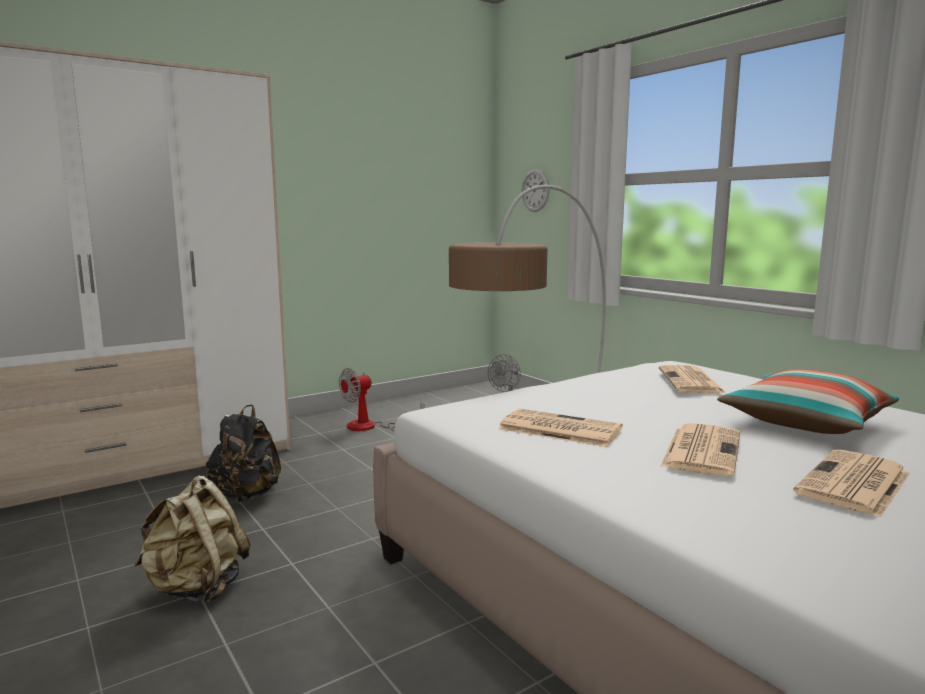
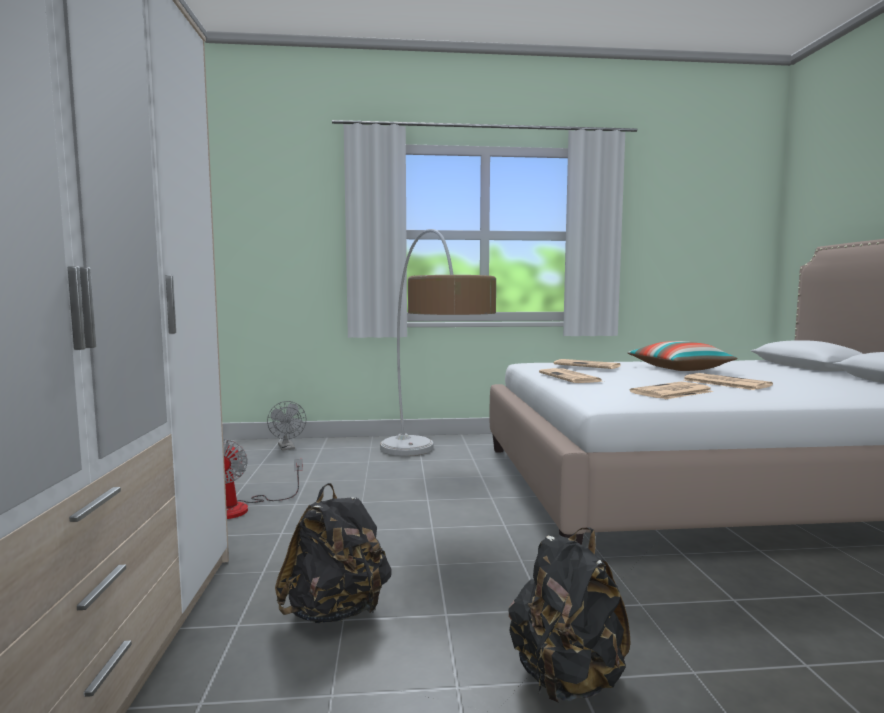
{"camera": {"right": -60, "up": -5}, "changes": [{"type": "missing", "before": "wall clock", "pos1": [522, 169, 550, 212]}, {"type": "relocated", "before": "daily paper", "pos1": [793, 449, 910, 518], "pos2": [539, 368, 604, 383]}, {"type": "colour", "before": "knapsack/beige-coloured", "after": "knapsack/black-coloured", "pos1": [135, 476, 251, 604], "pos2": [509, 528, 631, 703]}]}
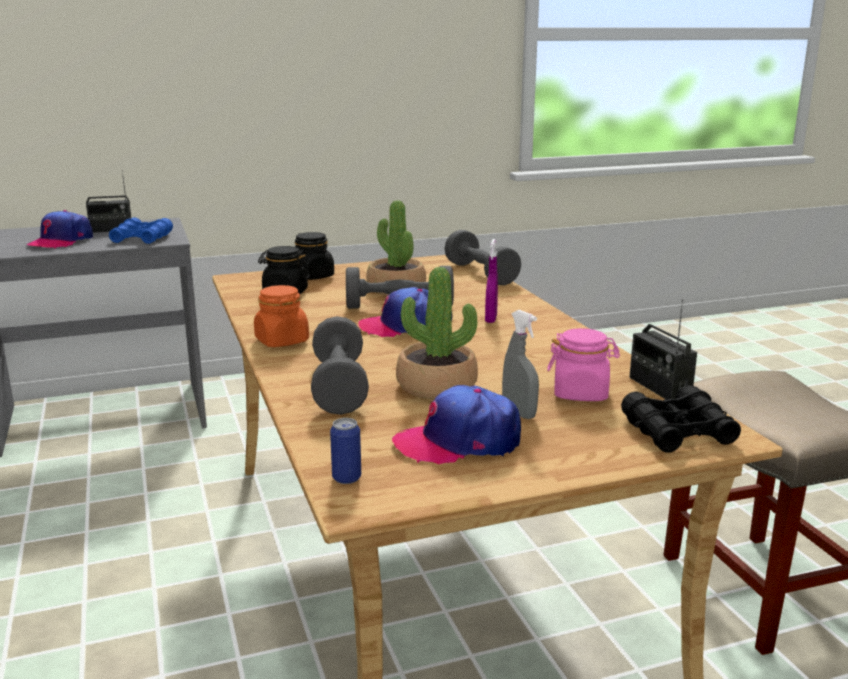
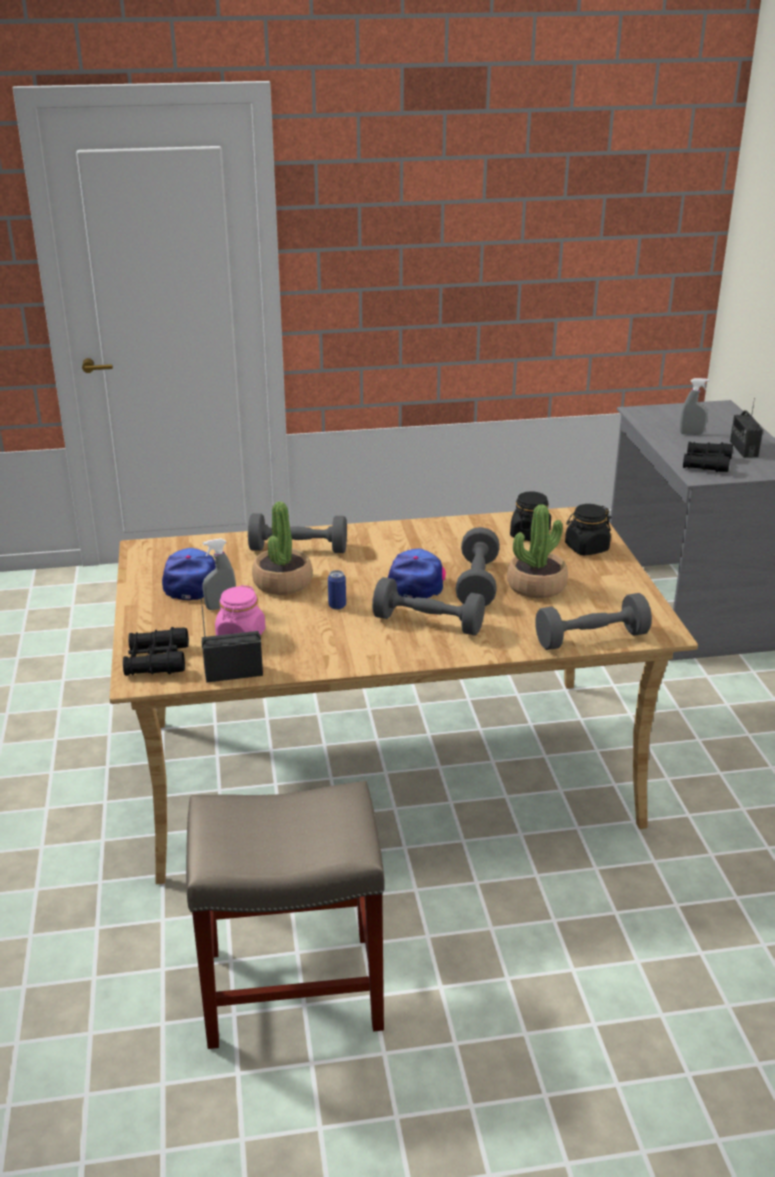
{"camera": {"right": 100, "up": 10}, "changes": [{"type": "exchanged", "before": "baseball cap", "after": "spray bottle/gray", "pos1": [27, 210, 93, 249], "pos2": [680, 378, 709, 435]}, {"type": "colour", "before": "field glasses/blue-coloured", "after": "field glasses/black-coloured", "pos1": [109, 217, 173, 244], "pos2": [683, 442, 733, 472]}, {"type": "exchanged", "before": "spray bottle/purplish", "after": "dumbbell/gray", "pos1": [485, 239, 498, 323], "pos2": [372, 577, 485, 635]}, {"type": "missing", "before": "jar/orangey", "pos1": [254, 285, 309, 347]}, {"type": "relocated", "before": "metal can", "pos1": [330, 418, 361, 484], "pos2": [328, 570, 346, 610]}]}
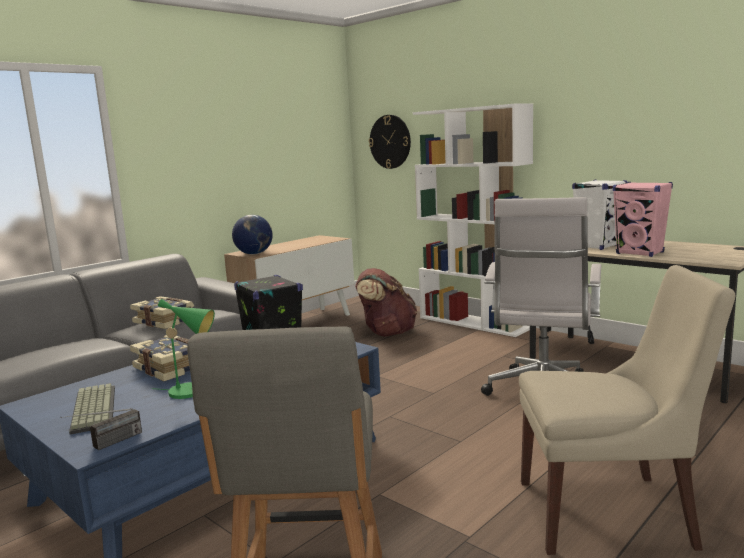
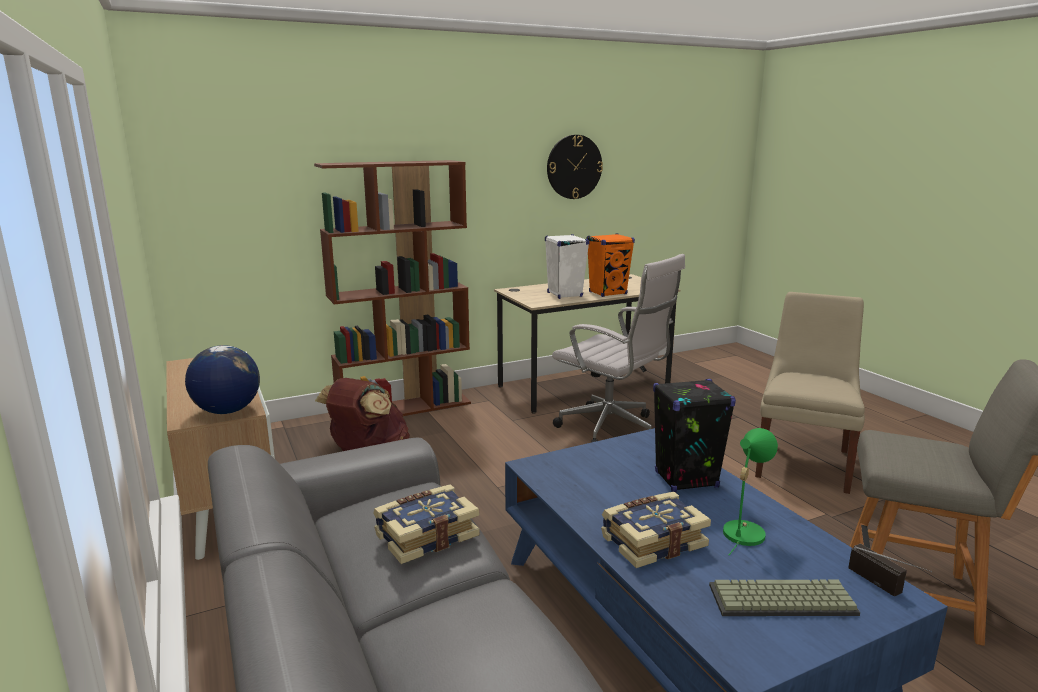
{"camera": {"right": -70, "up": 5}, "changes": [{"type": "colour", "before": "bookshelf/whitish", "after": "bookshelf/brownish", "pos1": [413, 104, 533, 337], "pos2": [314, 160, 471, 416]}, {"type": "relocated", "before": "wall clock", "pos1": [369, 115, 411, 169], "pos2": [547, 135, 603, 199]}, {"type": "colour", "before": "audio speaker/pink-coloured", "after": "audio speaker/orangey", "pos1": [613, 182, 673, 257], "pos2": [587, 233, 635, 297]}]}
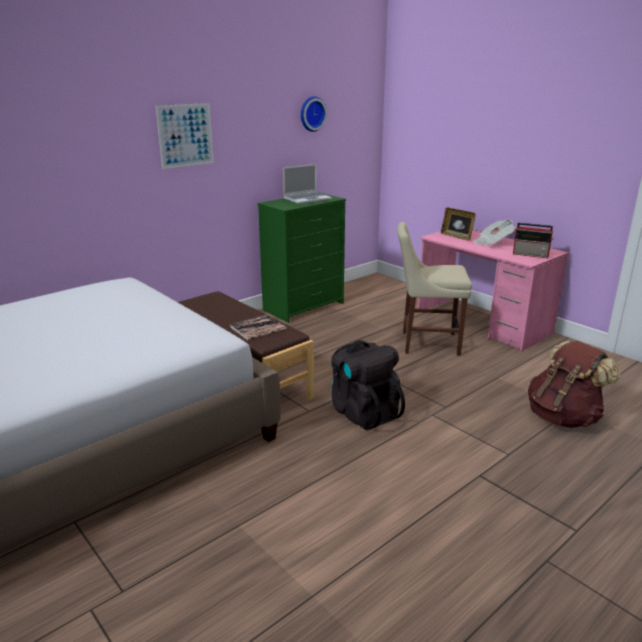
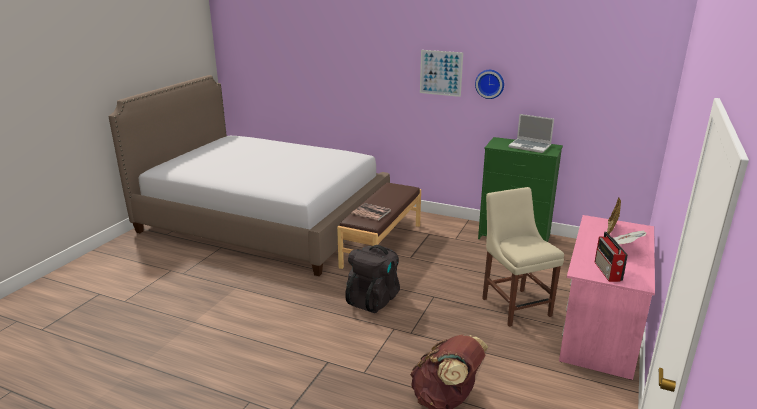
{"camera": {"right": 65, "up": 0}, "changes": [{"type": "relocated", "before": "wall clock", "pos1": [301, 97, 327, 132], "pos2": [475, 70, 504, 99]}]}
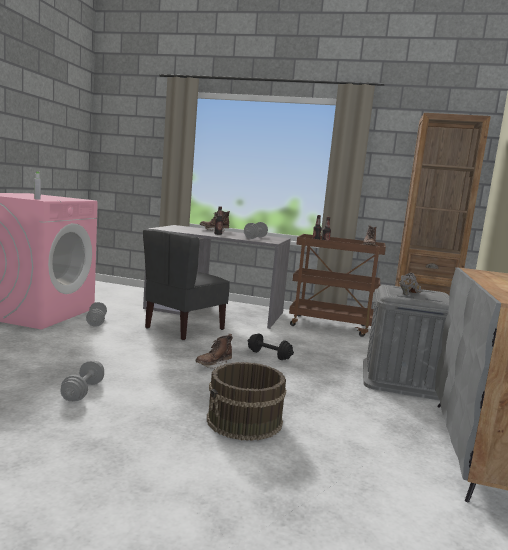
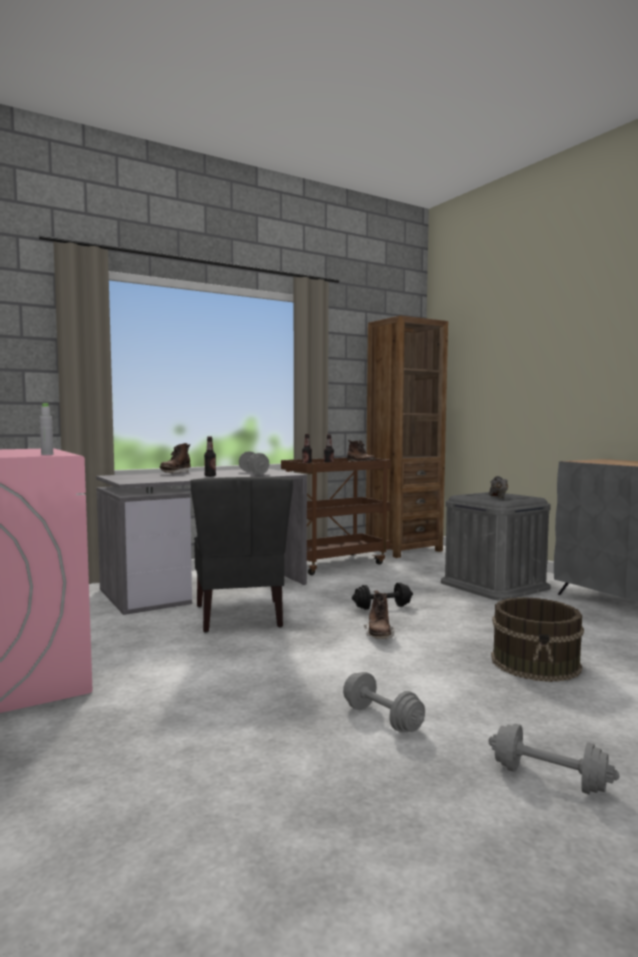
{"camera": {"right": -45, "up": -5}, "changes": [{"type": "relocated", "before": "dumbbell/gray", "pos1": [86, 302, 107, 327], "pos2": [489, 724, 619, 794]}]}
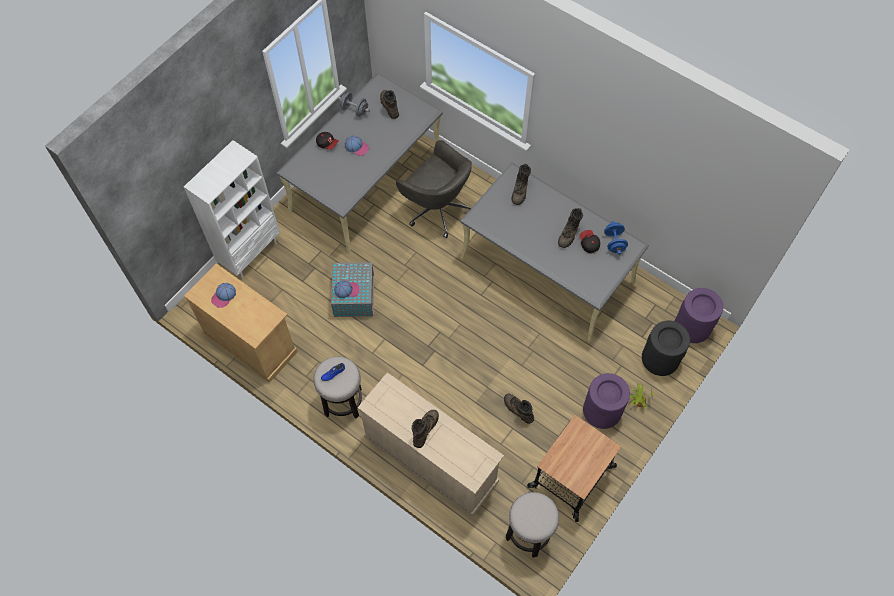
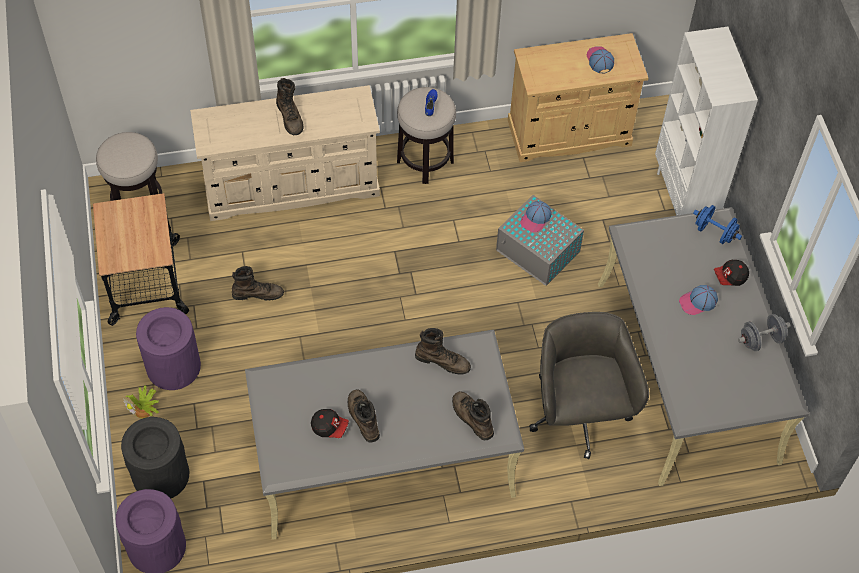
{"camera": {"right": 130, "up": -5}, "changes": [{"type": "relocated", "before": "boot/brownish", "pos1": [380, 90, 399, 119], "pos2": [415, 328, 471, 374]}, {"type": "spun", "before": "office chair/gray", "pos1": [396, 140, 472, 238], "pos2": [529, 312, 649, 459], "turn": 90}, {"type": "relocated", "before": "dumbbell/blue-coloured", "pos1": [604, 221, 628, 255], "pos2": [693, 205, 742, 244]}]}
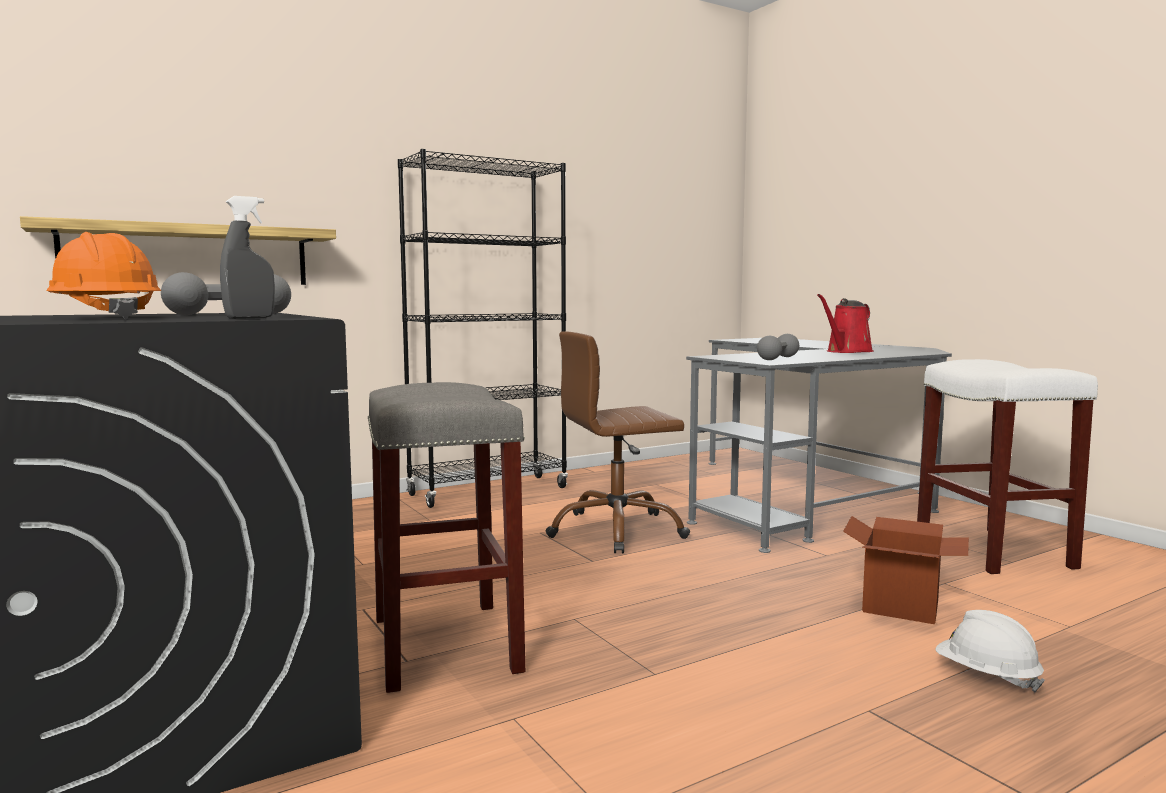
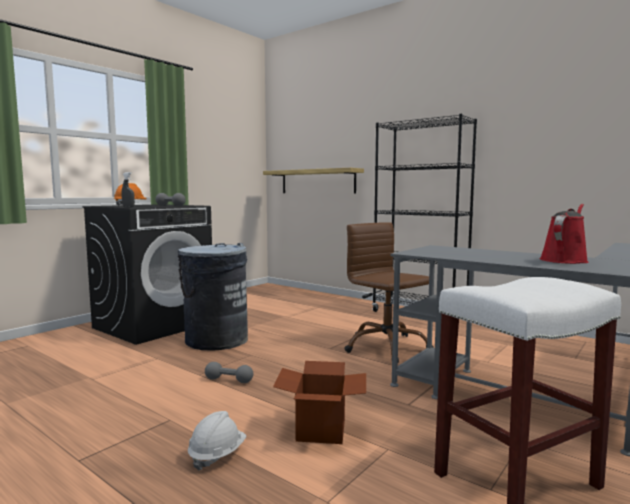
{"camera": {"right": 70, "up": 0}, "changes": [{"type": "spun", "before": "watering pot/red-coloured", "pos1": [817, 294, 874, 353], "pos2": [539, 204, 589, 264], "turn": 105}, {"type": "relocated", "before": "dumbbell/gray", "pos1": [757, 334, 799, 360], "pos2": [205, 362, 253, 383]}, {"type": "exchanged", "before": "sitting stool/gray", "after": "rubbish bin/gray", "pos1": [368, 382, 525, 693], "pos2": [178, 243, 248, 351]}]}
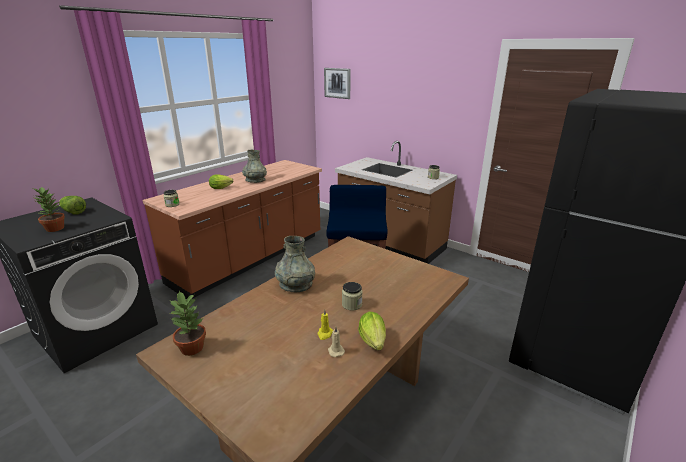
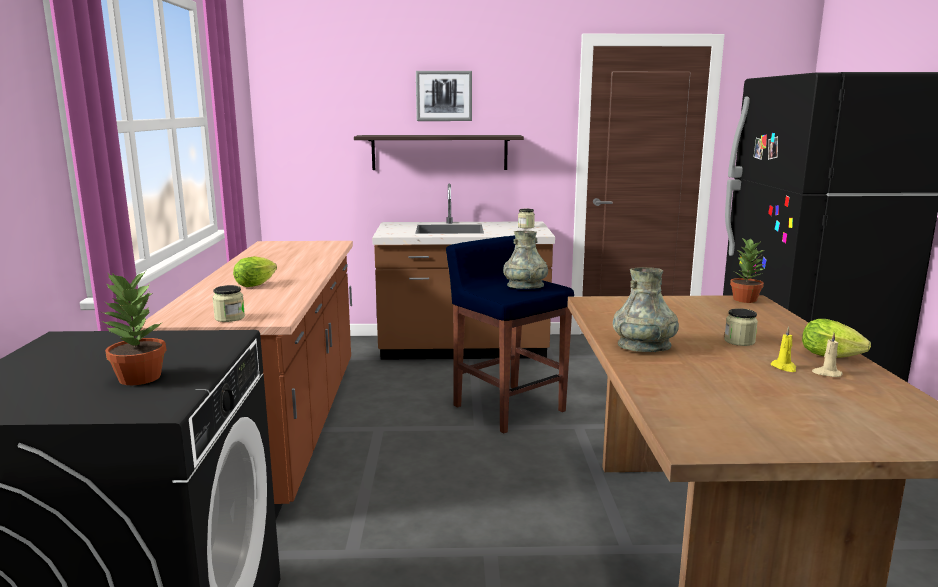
{"camera": {"right": -40, "up": -10}, "changes": [{"type": "relocated", "before": "wall picture", "pos1": [324, 68, 351, 99], "pos2": [416, 71, 472, 121]}, {"type": "relocated", "before": "flower vase/gray", "pos1": [242, 150, 267, 183], "pos2": [503, 231, 548, 289]}, {"type": "missing", "before": "lettuce head", "pos1": [59, 196, 86, 214]}, {"type": "relocated", "before": "plant in a pot", "pos1": [170, 291, 206, 356], "pos2": [730, 238, 765, 303]}, {"type": "appeared", "after": "shelf", "pos2": [354, 135, 524, 170]}]}
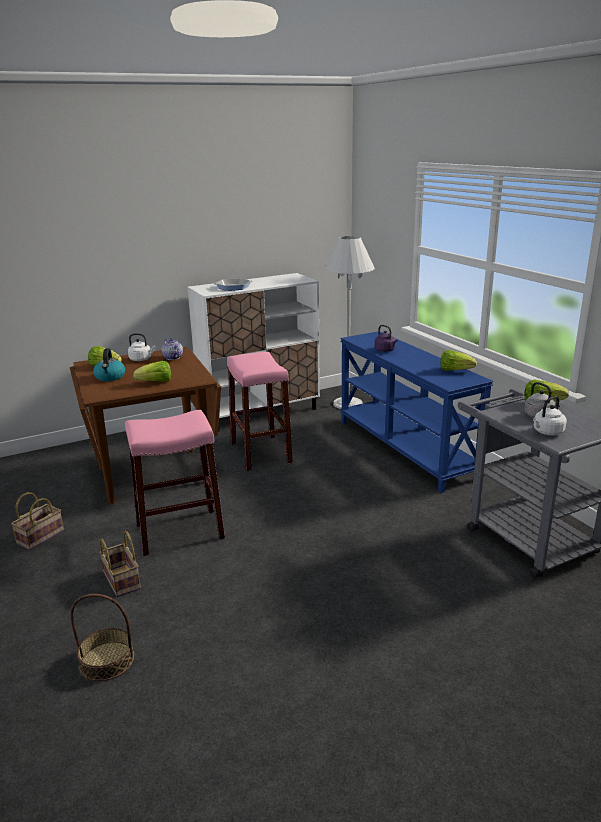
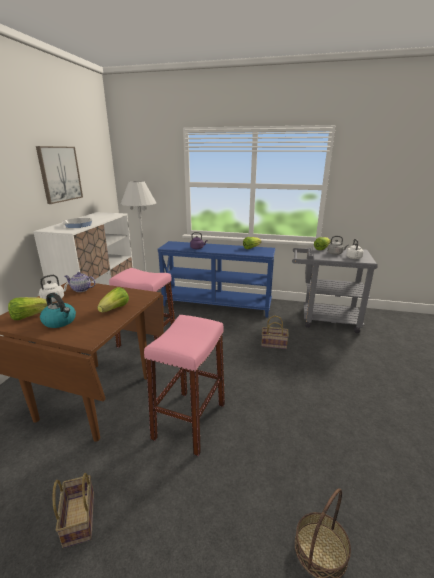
{"camera": {"right": -50, "up": 0}, "changes": [{"type": "relocated", "before": "basket", "pos1": [99, 531, 141, 597], "pos2": [261, 316, 289, 349]}, {"type": "appeared", "after": "wall picture", "pos2": [36, 146, 83, 204]}]}
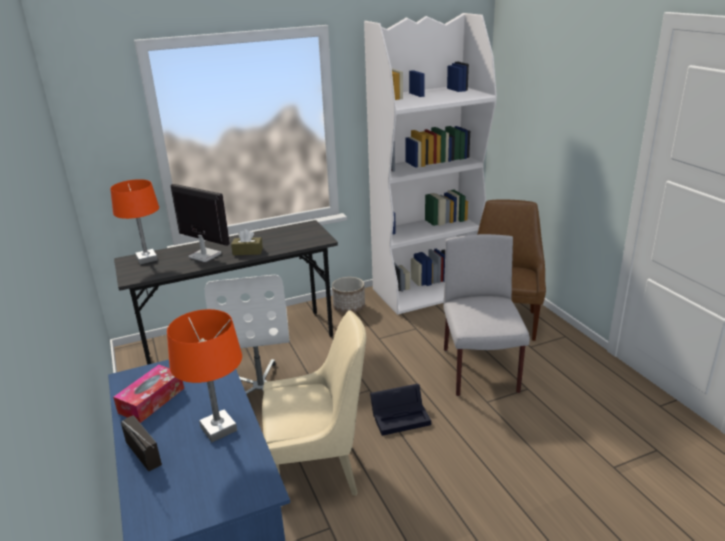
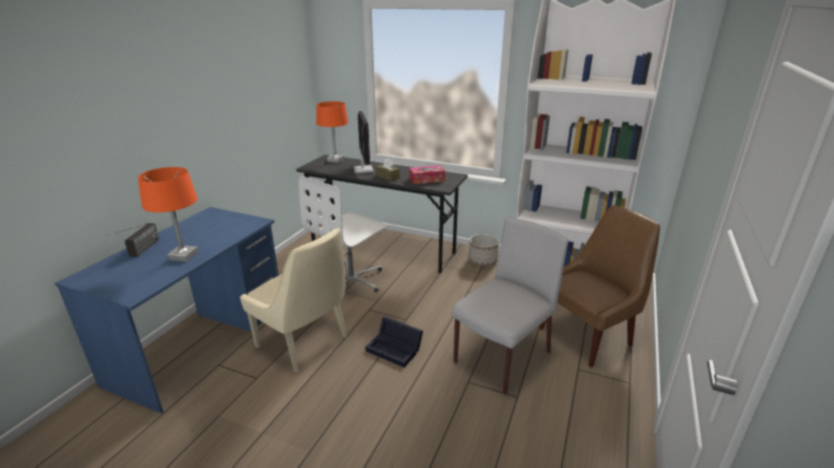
{"camera": {"right": 45, "up": 0}, "changes": [{"type": "relocated", "before": "box of tissues", "pos1": [113, 365, 184, 423], "pos2": [409, 165, 445, 184]}]}
